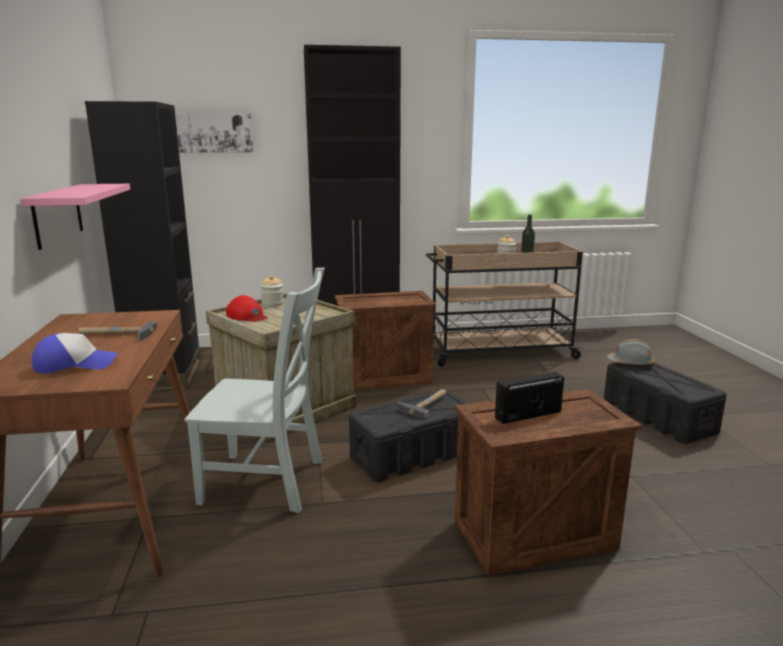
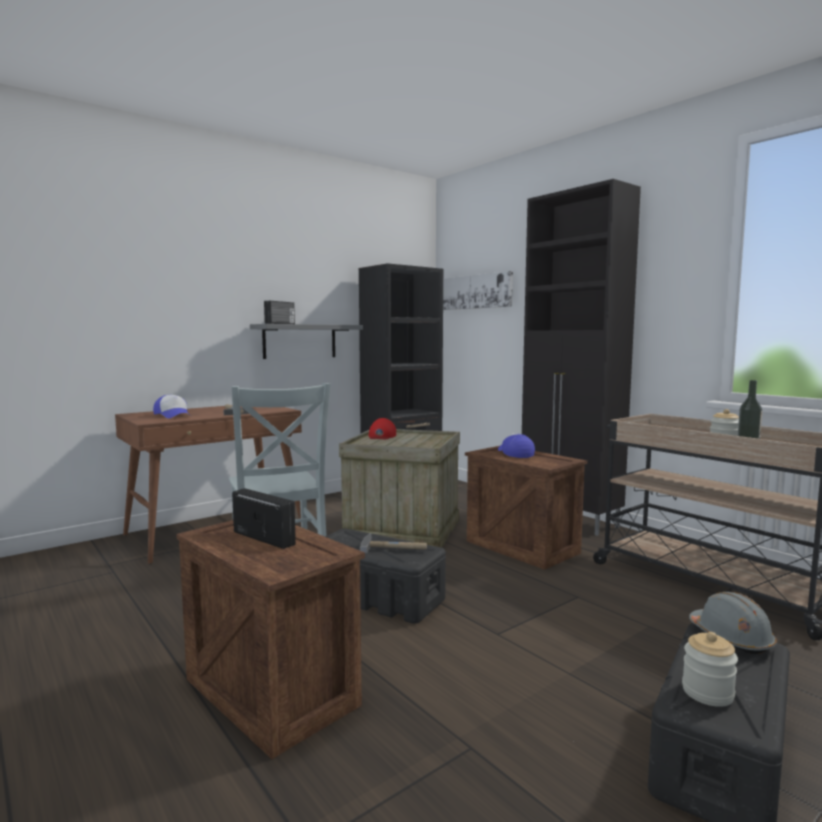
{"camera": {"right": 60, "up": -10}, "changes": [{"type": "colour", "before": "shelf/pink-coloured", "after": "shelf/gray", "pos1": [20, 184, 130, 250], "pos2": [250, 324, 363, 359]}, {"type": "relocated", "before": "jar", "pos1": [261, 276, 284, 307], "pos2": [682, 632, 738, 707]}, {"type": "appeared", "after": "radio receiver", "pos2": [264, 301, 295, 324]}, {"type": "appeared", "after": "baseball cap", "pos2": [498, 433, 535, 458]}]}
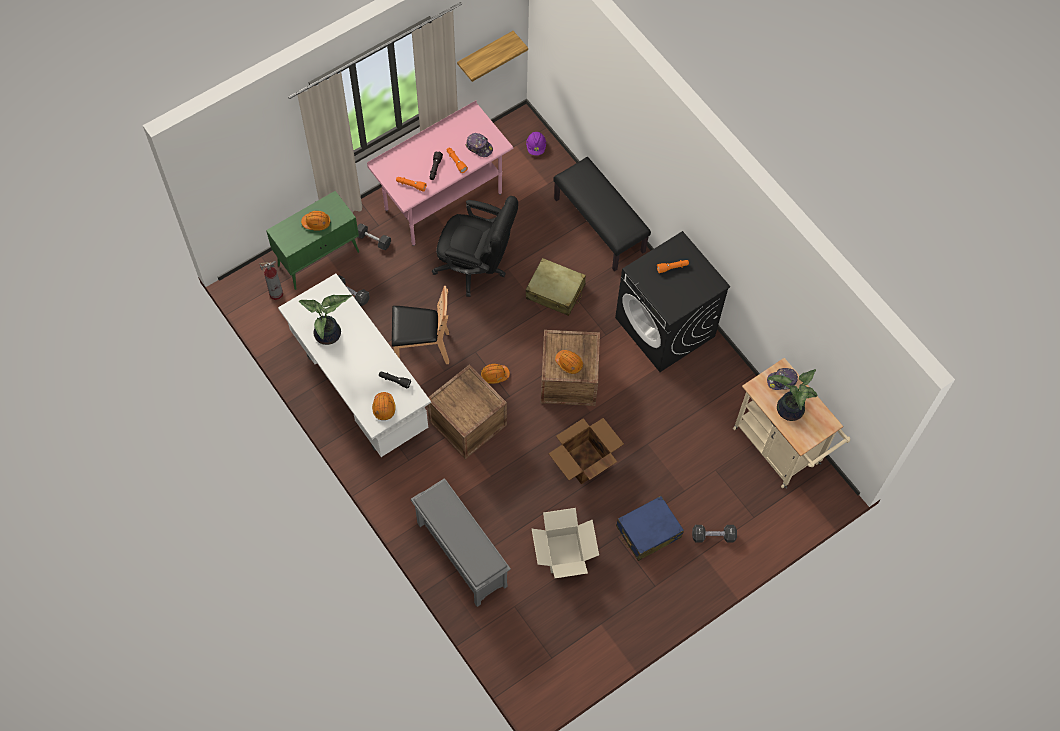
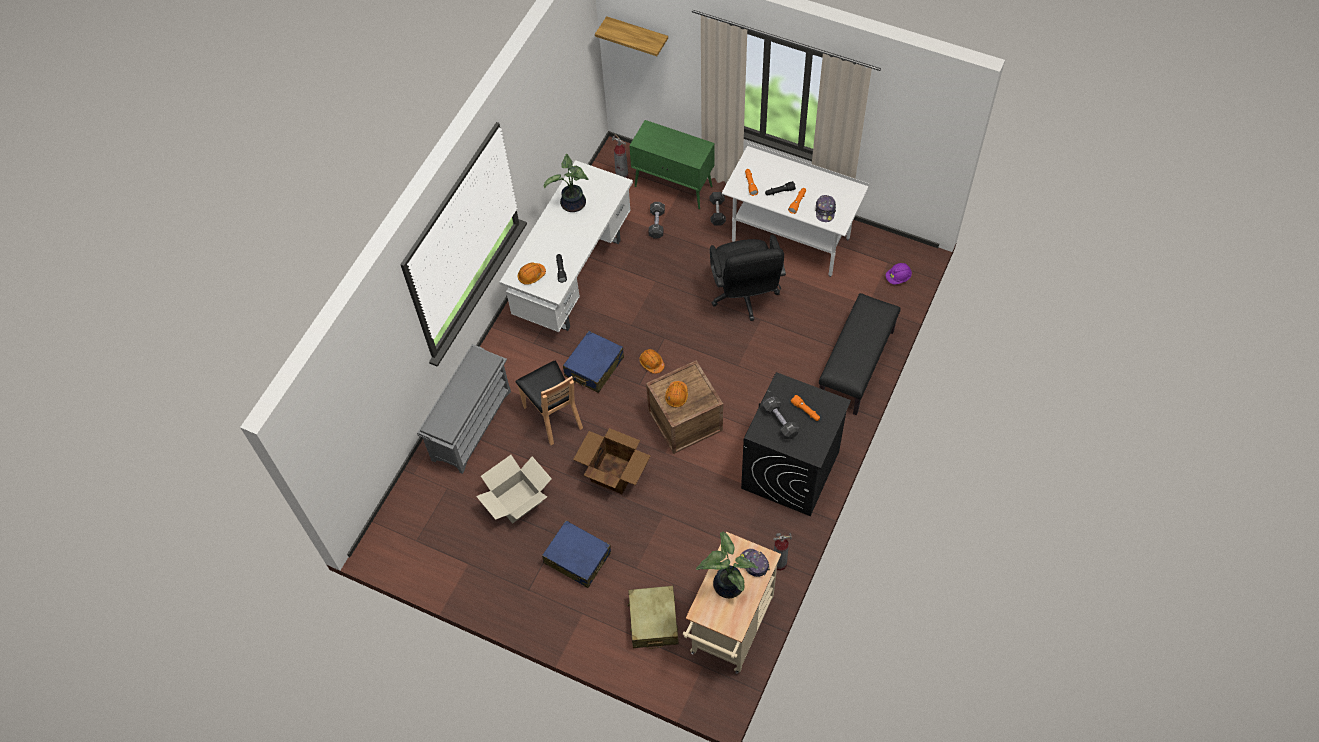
{"camera": {"right": 65, "up": -5}, "changes": [{"type": "relocated", "before": "shelf", "pos1": [457, 31, 528, 82], "pos2": [595, 16, 668, 56]}, {"type": "colour", "before": "desk unit/pink-coloured", "after": "desk unit/whitish", "pos1": [367, 100, 513, 246], "pos2": [722, 143, 869, 277]}, {"type": "missing", "before": "hard hat/orangey", "pos1": [301, 211, 330, 231]}, {"type": "relocated", "before": "travel case/beige-coloured", "pos1": [525, 258, 586, 316], "pos2": [627, 586, 679, 649]}, {"type": "relocated", "before": "plain chair/brownish", "pos1": [392, 286, 449, 364], "pos2": [516, 361, 583, 445]}, {"type": "exchanged", "before": "packing crate", "after": "travel case/blue-coloured", "pos1": [427, 365, 507, 459], "pos2": [563, 331, 624, 393]}, {"type": "relocated", "before": "dumbbell/black-coloured", "pos1": [692, 525, 737, 542], "pos2": [762, 397, 799, 439]}, {"type": "appeared", "after": "fire extinguisher", "pos2": [773, 533, 792, 571]}]}
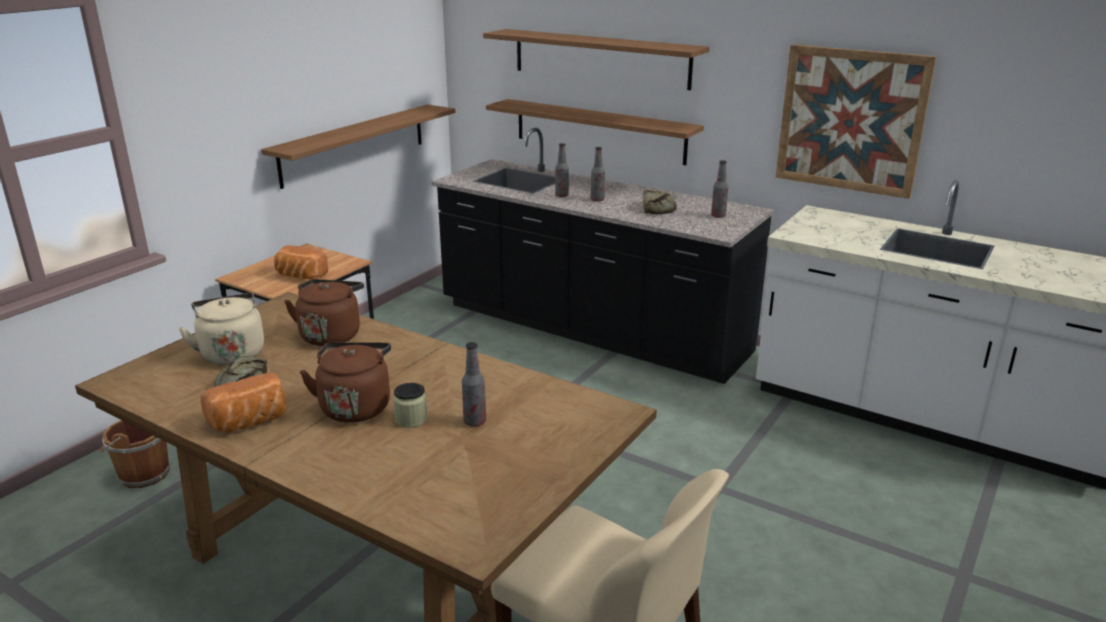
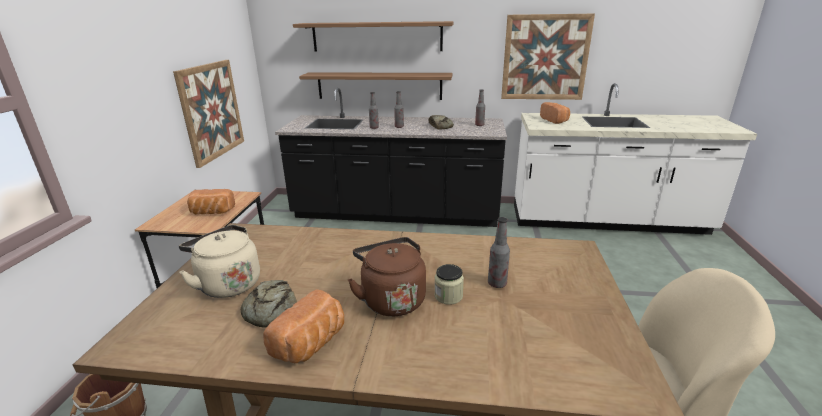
{"camera": {"right": -25, "up": 0}, "changes": [{"type": "exchanged", "before": "shelf", "after": "wall picture", "pos1": [261, 104, 455, 189], "pos2": [173, 60, 244, 168]}, {"type": "missing", "before": "water kettle/brownish", "pos1": [284, 279, 364, 346]}, {"type": "appeared", "after": "baked bread", "pos2": [540, 102, 570, 124]}]}
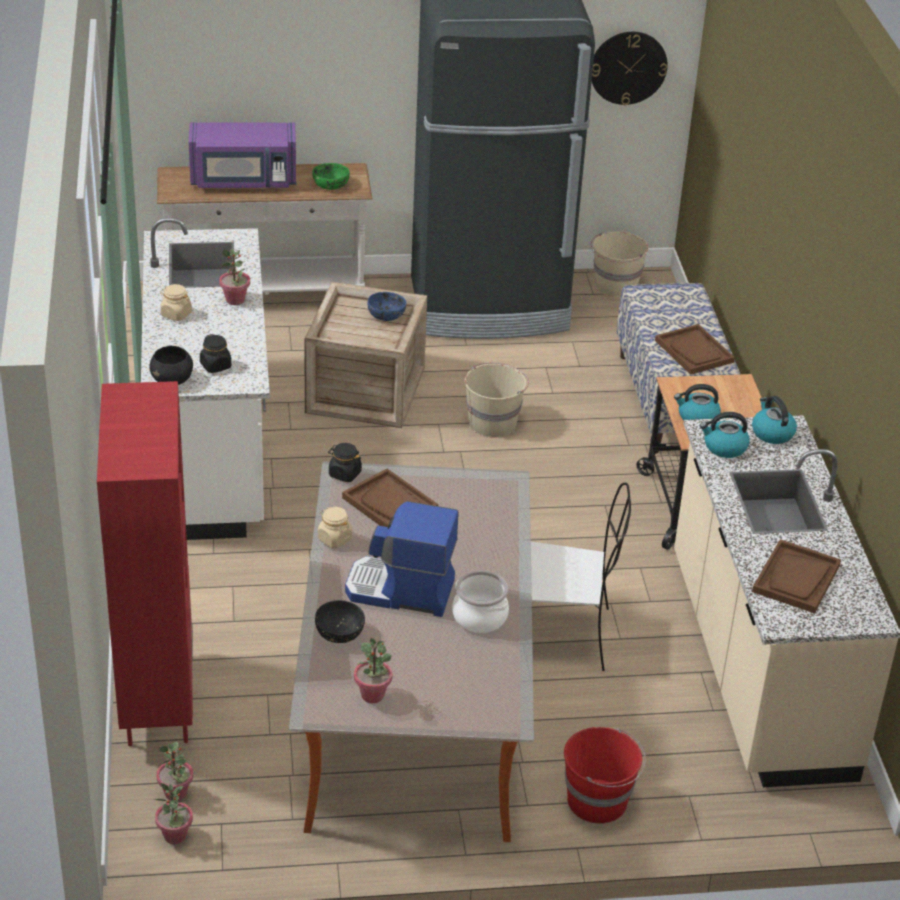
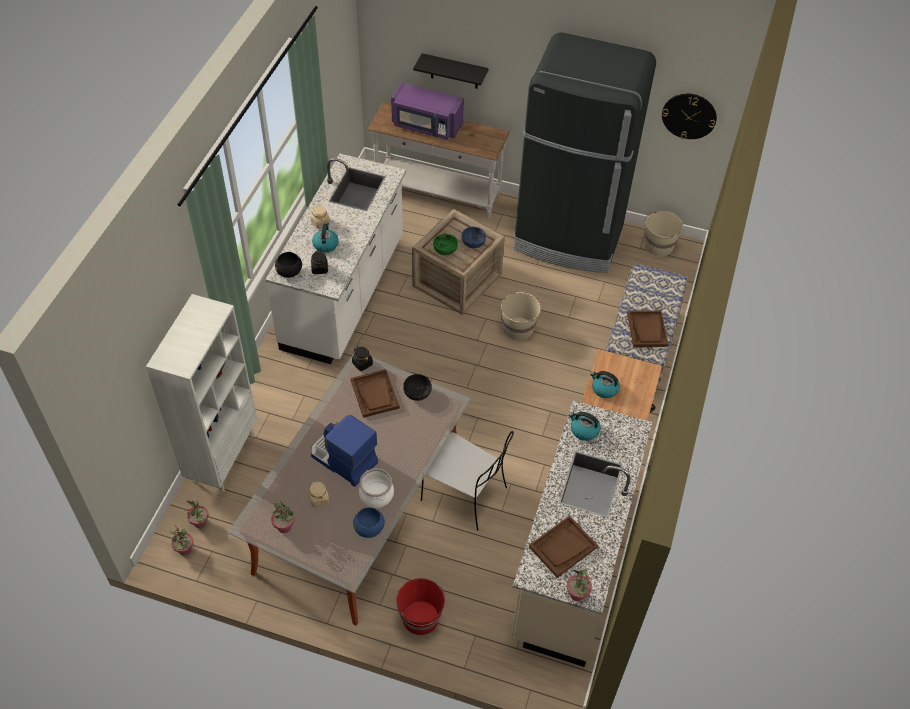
{"camera": {"right": 25, "up": 15}, "changes": [{"type": "relocated", "before": "bowl/green", "pos1": [312, 163, 350, 190], "pos2": [433, 234, 458, 255]}, {"type": "relocated", "before": "plant in a pot", "pos1": [219, 249, 250, 305], "pos2": [567, 569, 592, 601]}, {"type": "colour", "before": "bookshelf/red-coloured", "after": "bookshelf/whitish", "pos1": [97, 381, 193, 746], "pos2": [146, 294, 257, 492]}, {"type": "relocated", "before": "water kettle", "pos1": [752, 396, 797, 444], "pos2": [312, 223, 339, 253]}, {"type": "relocated", "before": "jar/beige-coloured", "pos1": [318, 507, 352, 548], "pos2": [308, 481, 329, 508]}, {"type": "relocated", "before": "bowl/black-coloured", "pos1": [315, 600, 365, 643], "pos2": [403, 374, 432, 401]}, {"type": "appeared", "after": "shelf/black-coloured", "pos2": [413, 53, 489, 89]}, {"type": "appeared", "after": "bowl/blue-coloured", "pos2": [353, 507, 385, 538]}]}
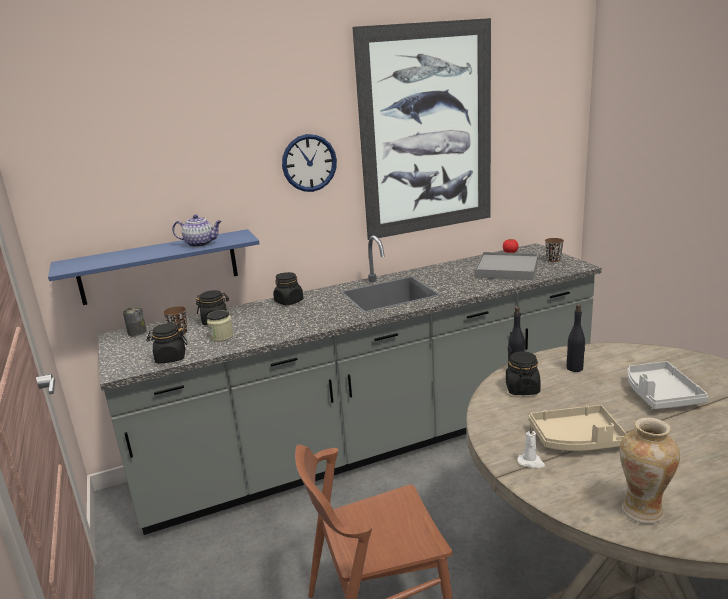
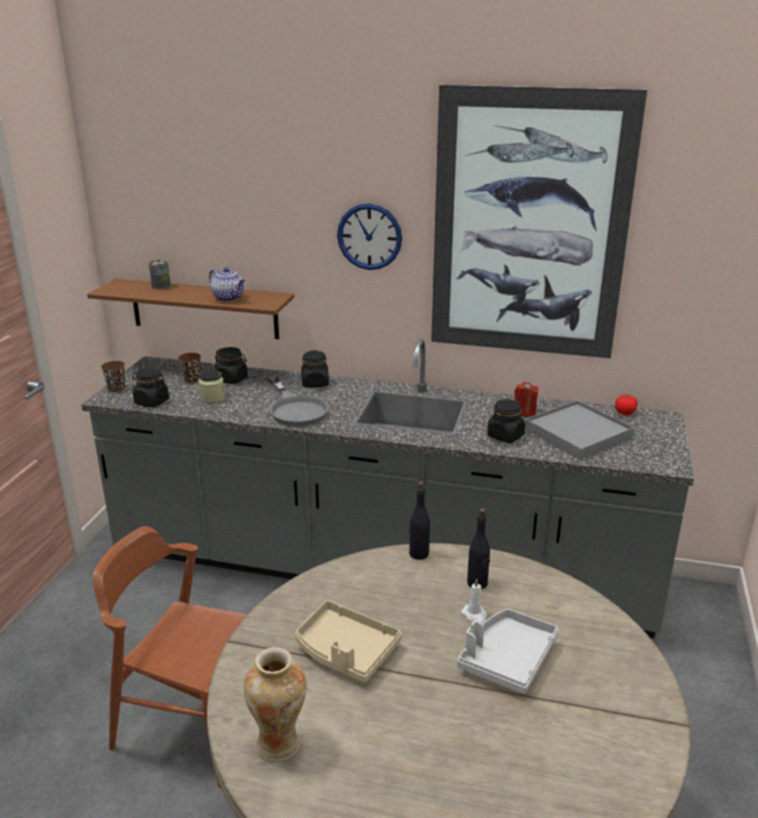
{"camera": {"right": 35, "up": 5}, "changes": [{"type": "colour", "before": "shelf/blue-coloured", "after": "shelf/brownish", "pos1": [48, 229, 259, 305], "pos2": [87, 279, 294, 339]}, {"type": "relocated", "before": "drinking cup/brownish", "pos1": [545, 238, 564, 262], "pos2": [101, 361, 125, 392]}, {"type": "relocated", "before": "metal can", "pos1": [123, 307, 147, 336], "pos2": [149, 260, 171, 289]}, {"type": "relocated", "before": "jar/black-coloured", "pos1": [506, 351, 541, 395], "pos2": [487, 399, 525, 443]}, {"type": "relocated", "before": "candle/whitish", "pos1": [517, 425, 545, 468], "pos2": [461, 578, 487, 624]}, {"type": "appeared", "after": "pan/gray", "pos2": [268, 376, 329, 426]}, {"type": "appeared", "after": "candle/red-coloured", "pos2": [514, 382, 539, 417]}]}
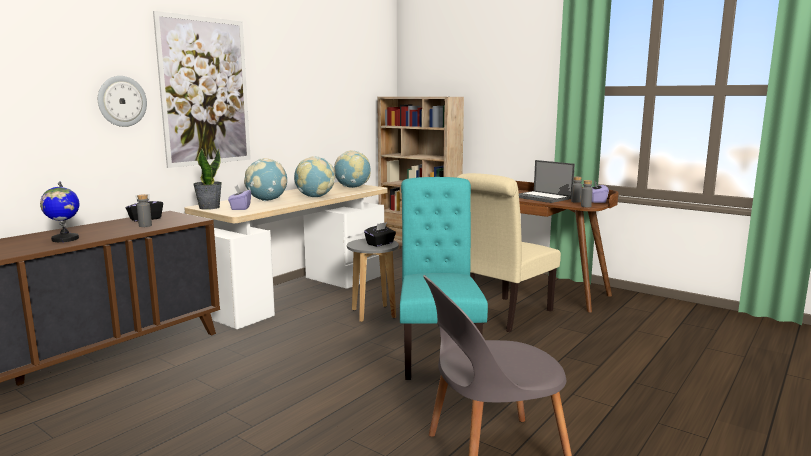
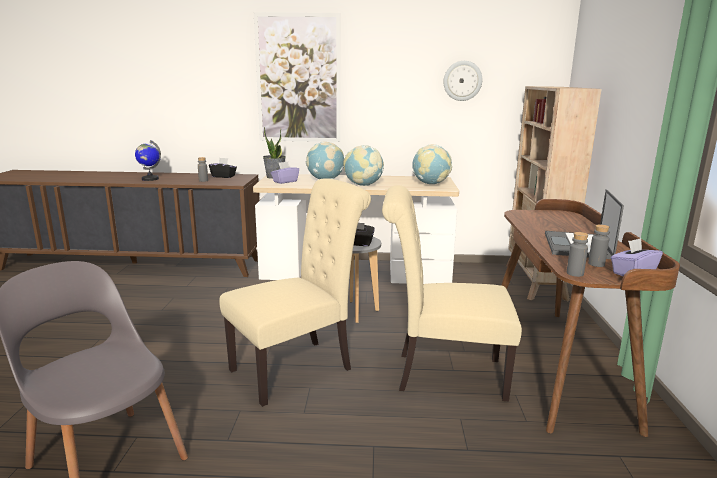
{"camera": {"right": 55, "up": 5}, "changes": [{"type": "relocated", "before": "wall clock", "pos1": [98, 76, 147, 127], "pos2": [443, 61, 482, 101]}, {"type": "colour", "before": "plain chair/blue-green", "after": "plain chair/beige-coloured", "pos1": [400, 177, 488, 380], "pos2": [219, 179, 371, 407]}]}
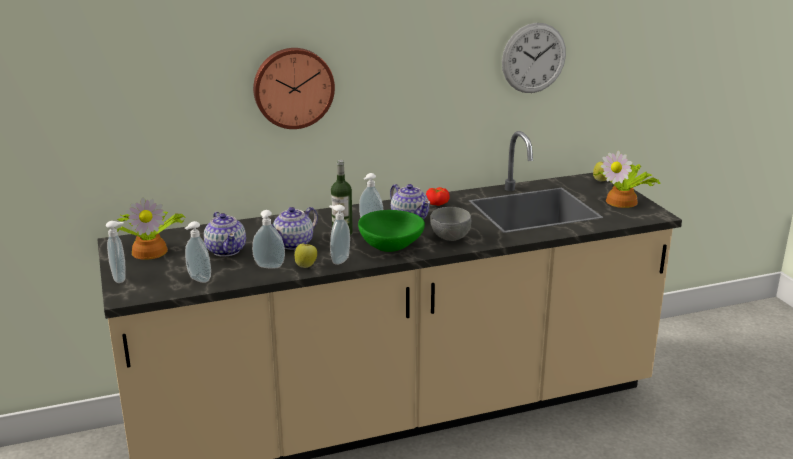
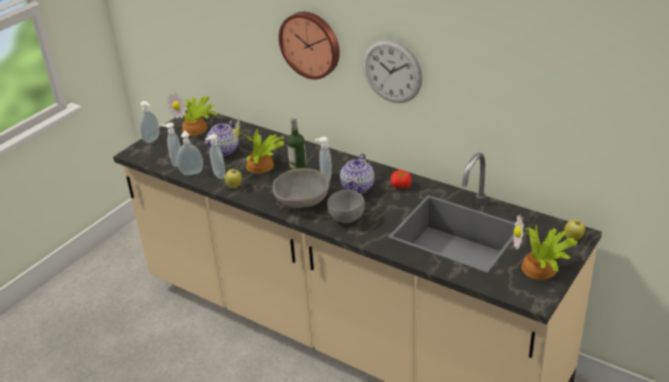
{"camera": {"right": 55, "up": 10}, "changes": [{"type": "relocated", "before": "wall clock", "pos1": [502, 23, 566, 93], "pos2": [362, 39, 423, 103]}, {"type": "relocated", "before": "soap bottle", "pos1": [329, 205, 350, 265], "pos2": [177, 130, 203, 175]}, {"type": "exchanged", "before": "tea pot", "after": "plant in a pot", "pos1": [271, 207, 318, 250], "pos2": [233, 120, 284, 173]}, {"type": "colour", "before": "bowl/green", "after": "bowl/gray", "pos1": [358, 210, 425, 252], "pos2": [273, 168, 329, 208]}]}
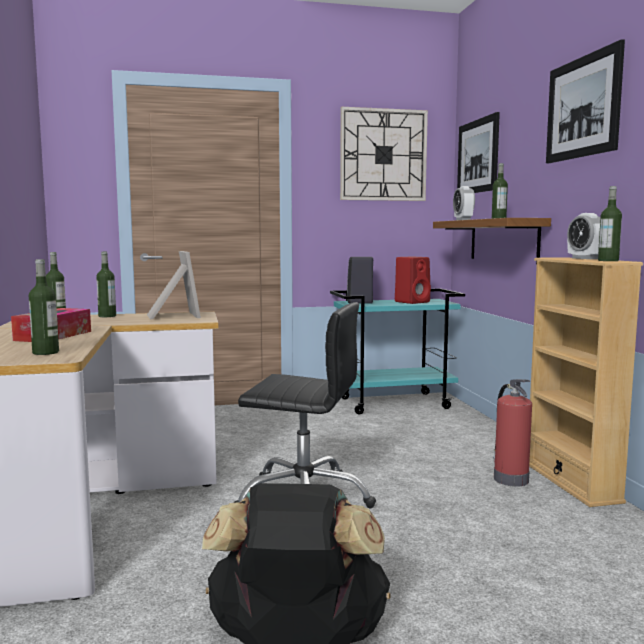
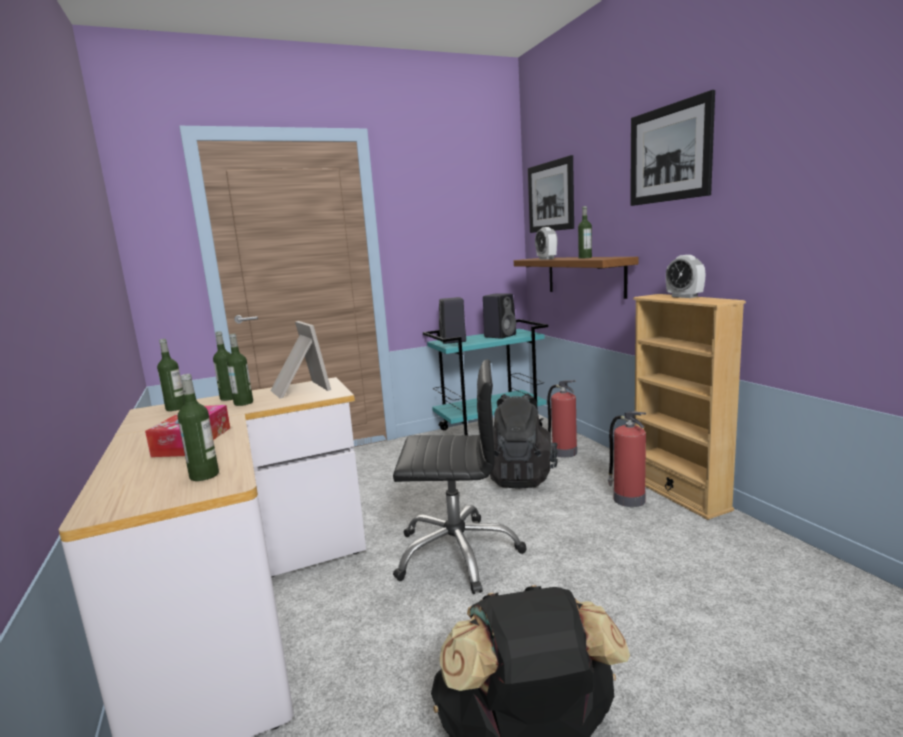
{"camera": {"right": -10, "up": 5}, "changes": [{"type": "missing", "before": "wall clock", "pos1": [340, 107, 428, 201]}, {"type": "relocated", "before": "beverage bottle", "pos1": [598, 186, 622, 261], "pos2": [227, 334, 253, 406]}, {"type": "colour", "before": "audio speaker/red-coloured", "after": "audio speaker/black-coloured", "pos1": [395, 256, 431, 304], "pos2": [483, 293, 516, 339]}, {"type": "appeared", "after": "fire extinguisher", "pos2": [547, 380, 577, 458]}, {"type": "appeared", "after": "knapsack/black-coloured", "pos2": [490, 393, 558, 489]}]}
